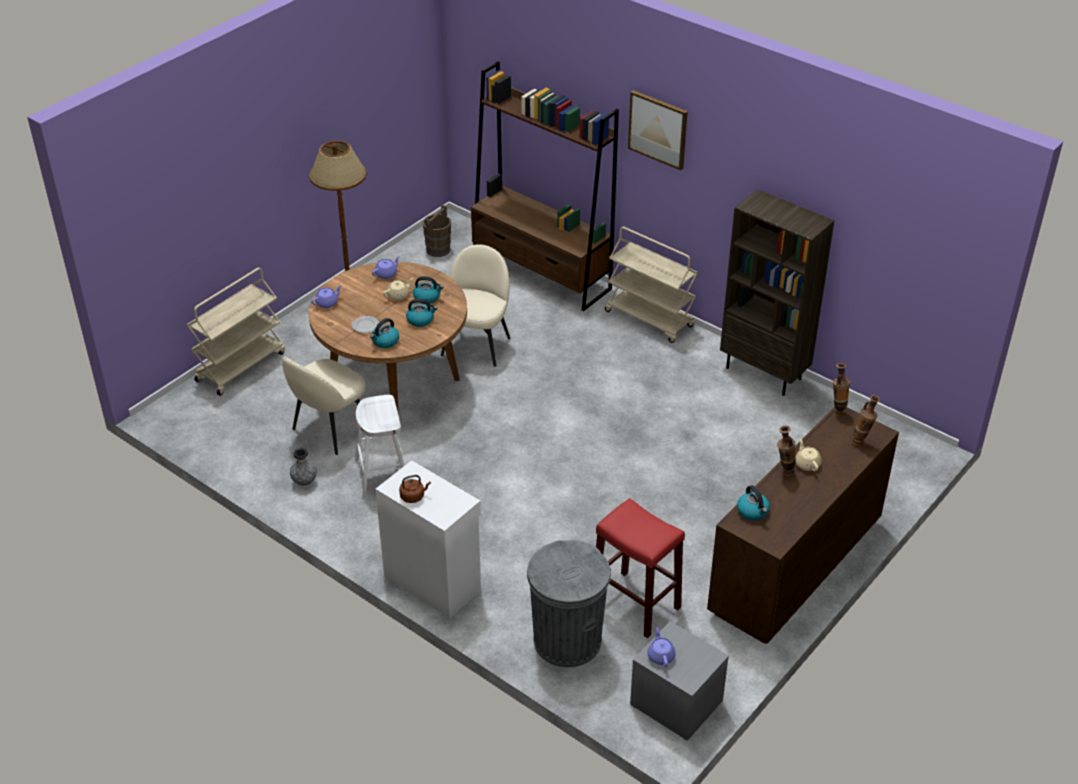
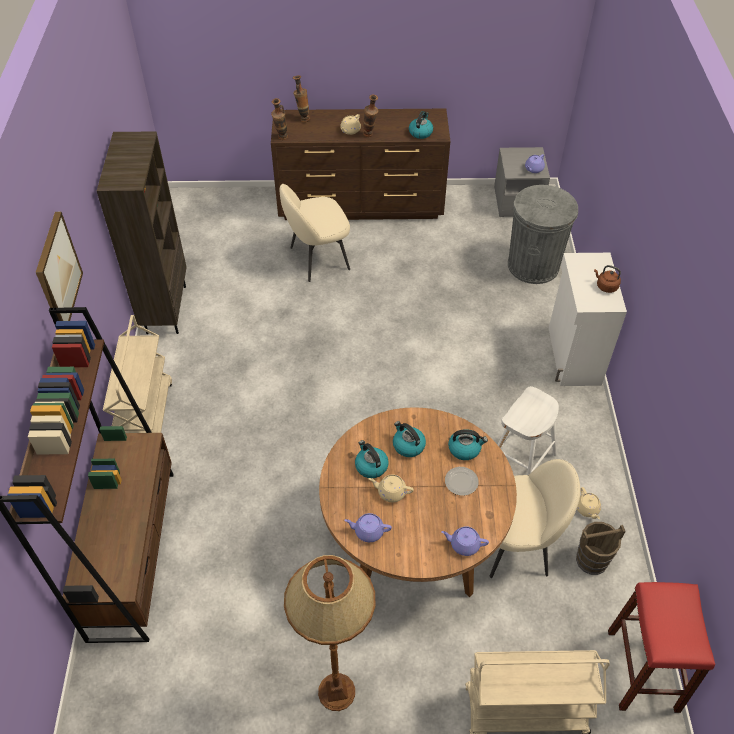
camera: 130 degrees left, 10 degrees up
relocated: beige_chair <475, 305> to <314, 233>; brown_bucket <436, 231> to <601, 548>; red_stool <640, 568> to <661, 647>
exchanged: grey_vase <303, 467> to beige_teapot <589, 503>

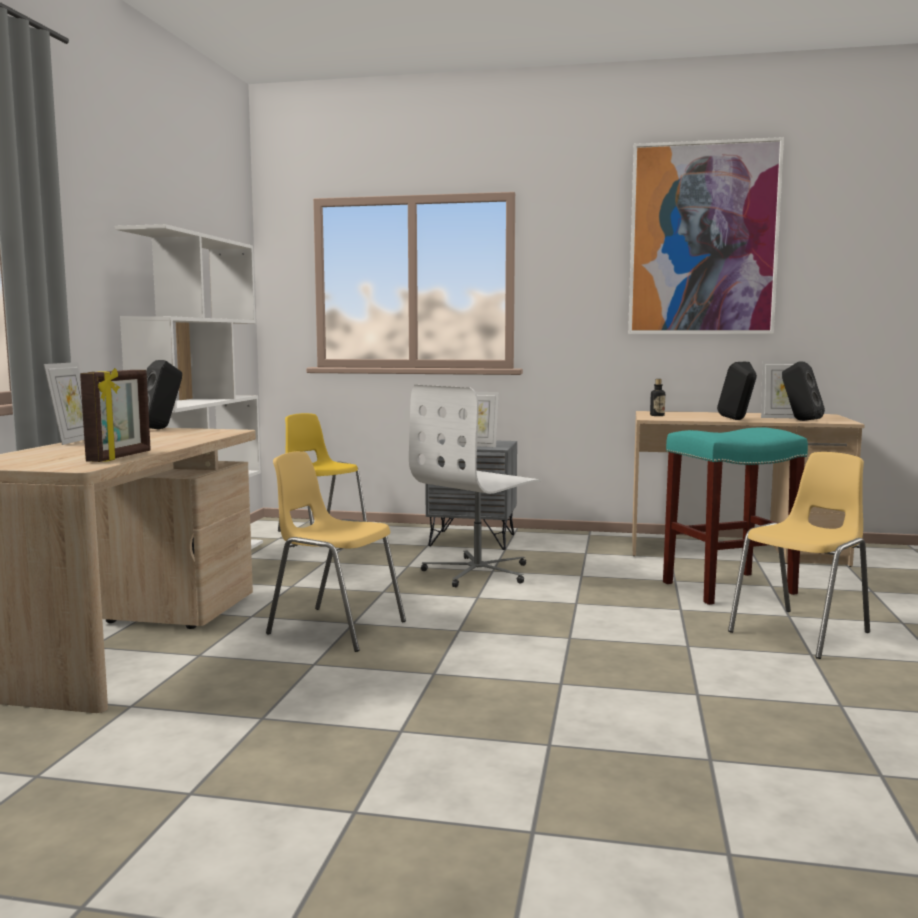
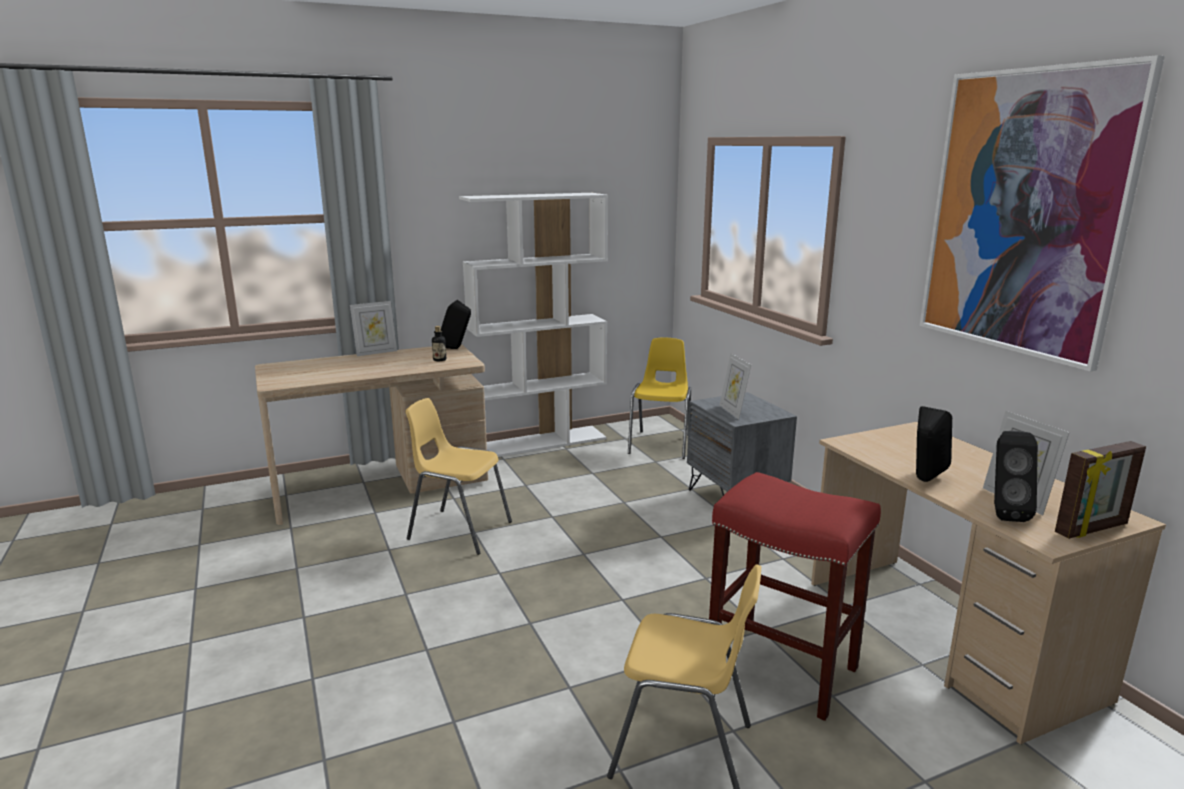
camera: 55 degrees right, 10 degrees up
missing: white_office_chair <475, 486>
relocated: bottle <657, 397> to <439, 343>; picture_frame <115, 415> to <1100, 490>
colour: turquoise_stool <735, 516> to red_stool <795, 596>
spun: yellow_chair <336, 551> = <458, 476> 60 degrees counterclockwise

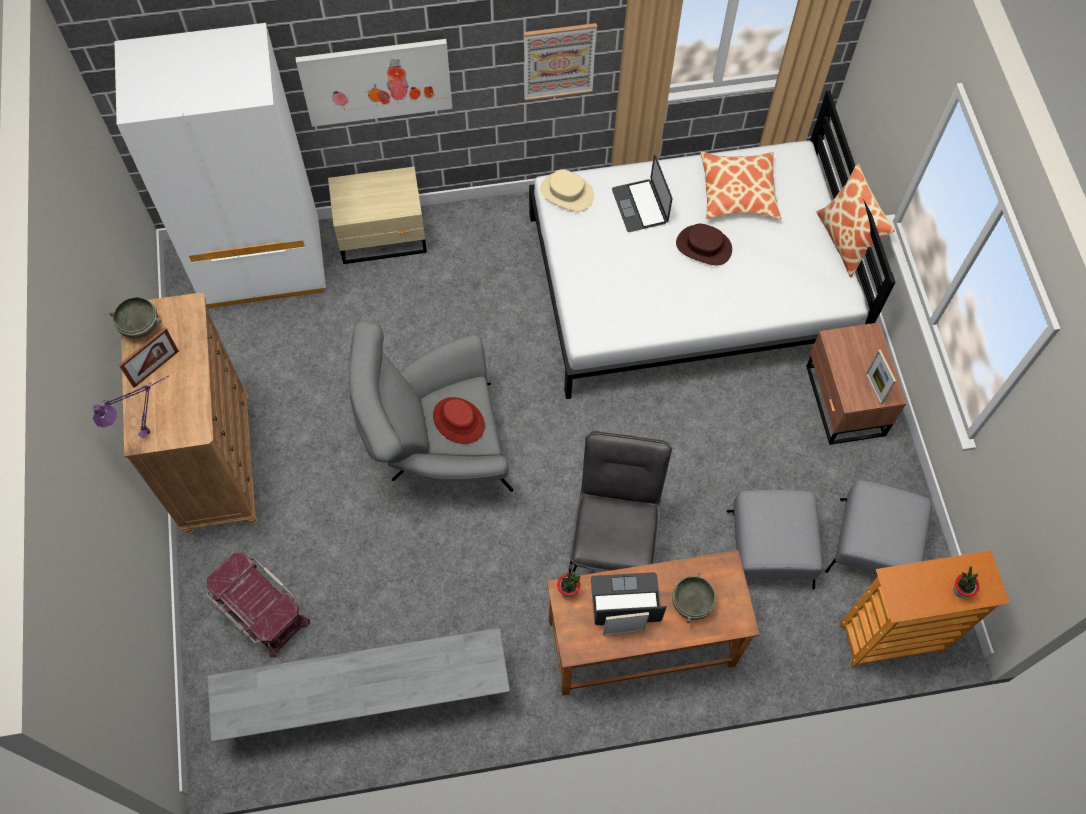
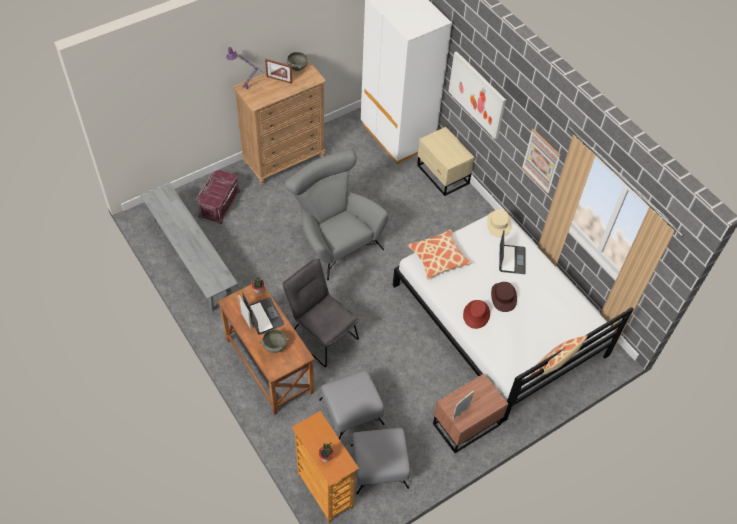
camera: 65 degrees right, 10 degrees down
relocated: pillow <741, 185> to <439, 254>; red_hat <459, 420> to <476, 314>
spun: grey_chair <620, 502> = <321, 313> 120 degrees counterclockwise; laptop <642, 193> = <512, 252> 135 degrees clockwise

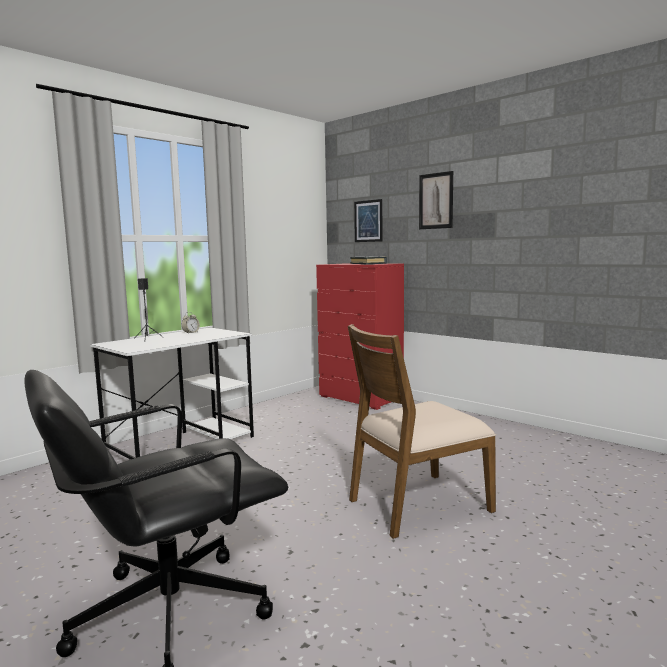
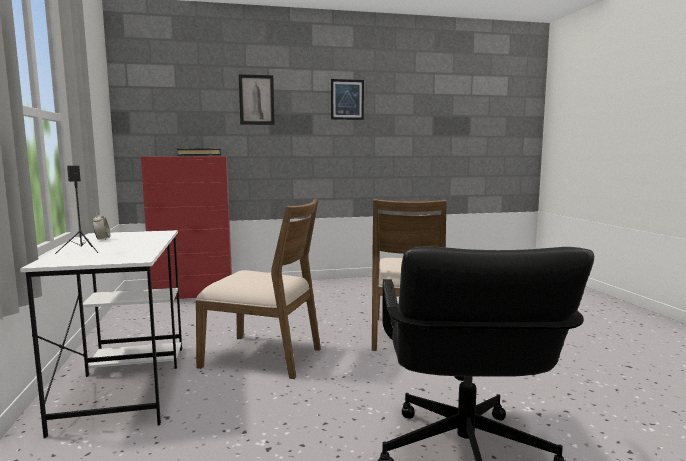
camera: 55 degrees left, 0 degrees up
appeared: brown_chair <258, 289>
relocated: picture <368, 220> to <347, 99>

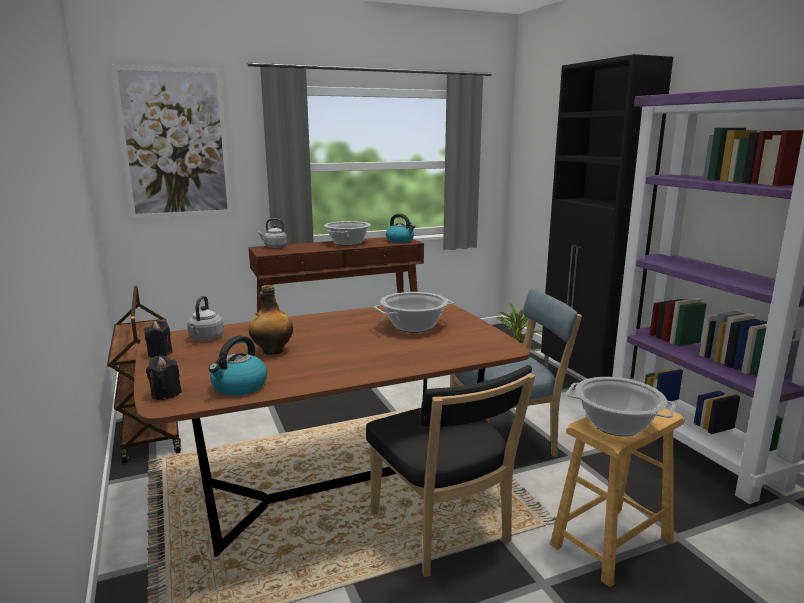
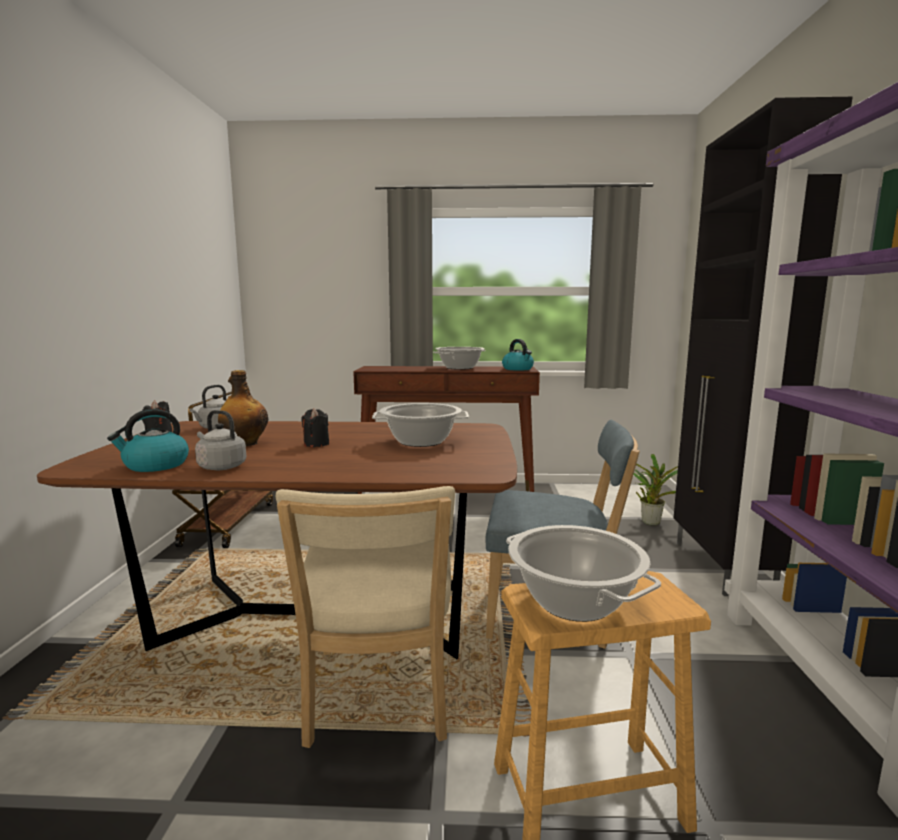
camera: 25 degrees right, 5 degrees down
missing: picture <171, 142>
relocated: grey_kettle <272, 233> to <220, 440>; black_candle <164, 378> to <315, 427>
colour: black_chair <450, 471> to beige_chair <365, 617>

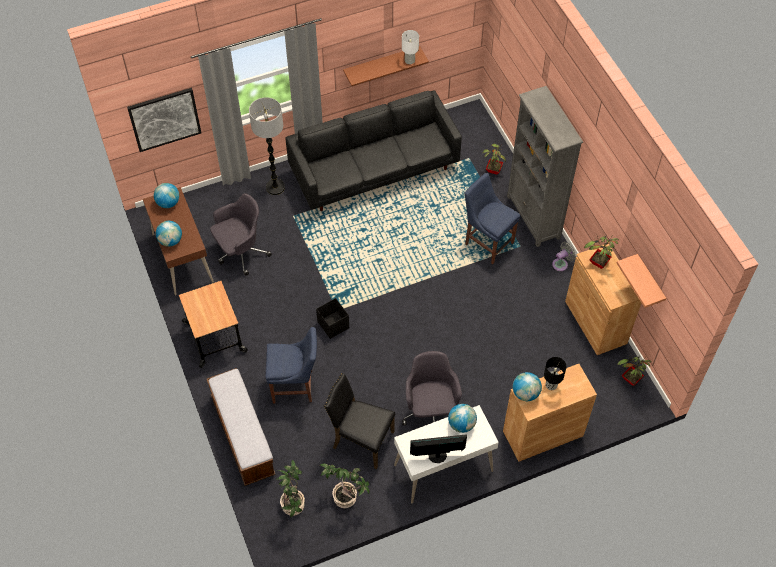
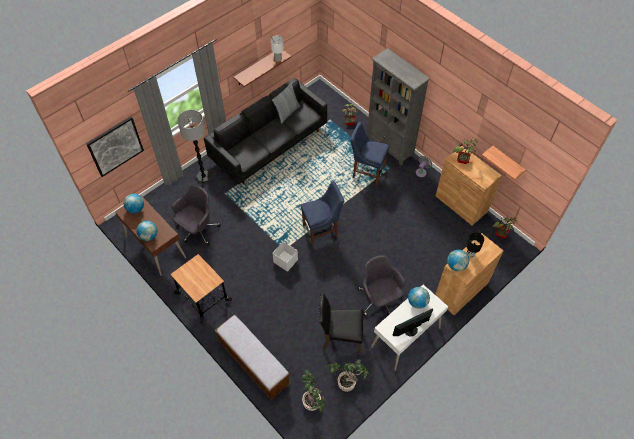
camera: 20 degrees left, 0 degrees up
appeared: pillow <286, 103>
relocated: blue_chair <291, 365> to <322, 213>
colour: black_storage_box <332, 318> to white_storage_box <285, 256>

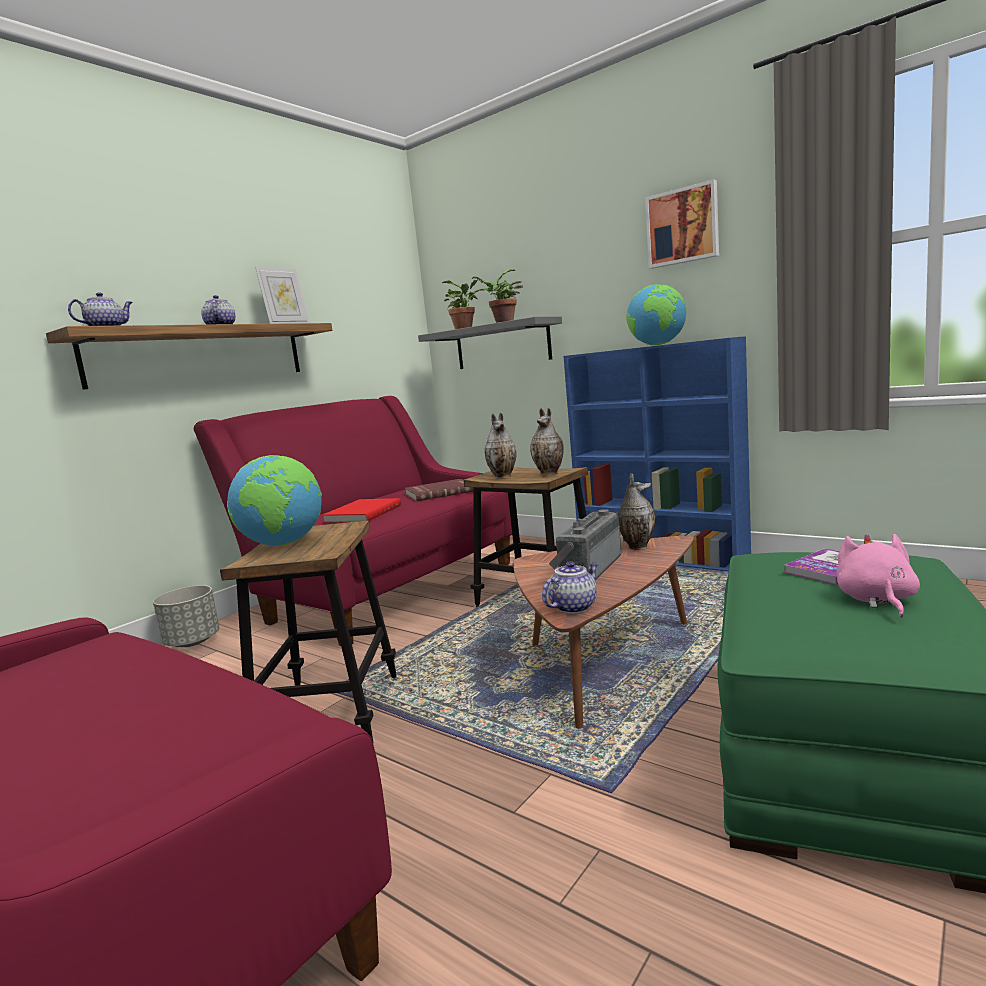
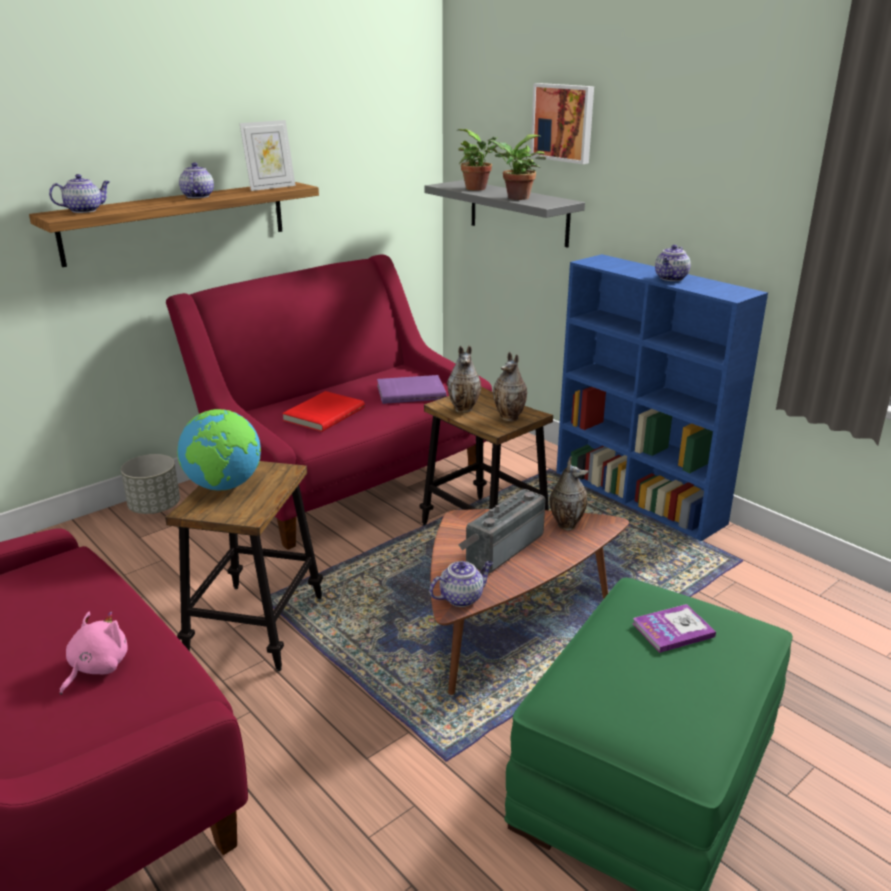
camera: 10 degrees right, 15 degrees up
relocated: pink_plush_toy <878, 575> to <94, 653>; picture <682, 224> to <562, 123>
exchanged: globe <656, 314> to teapot <673, 263>
colour: red_book <439, 490> to purple_book <412, 389>

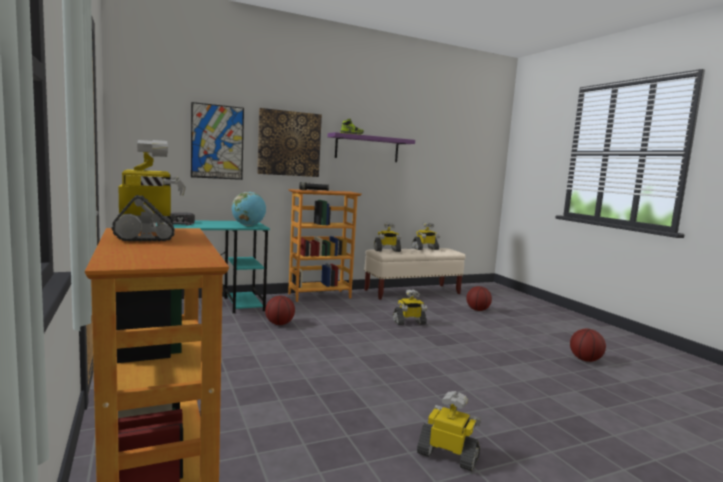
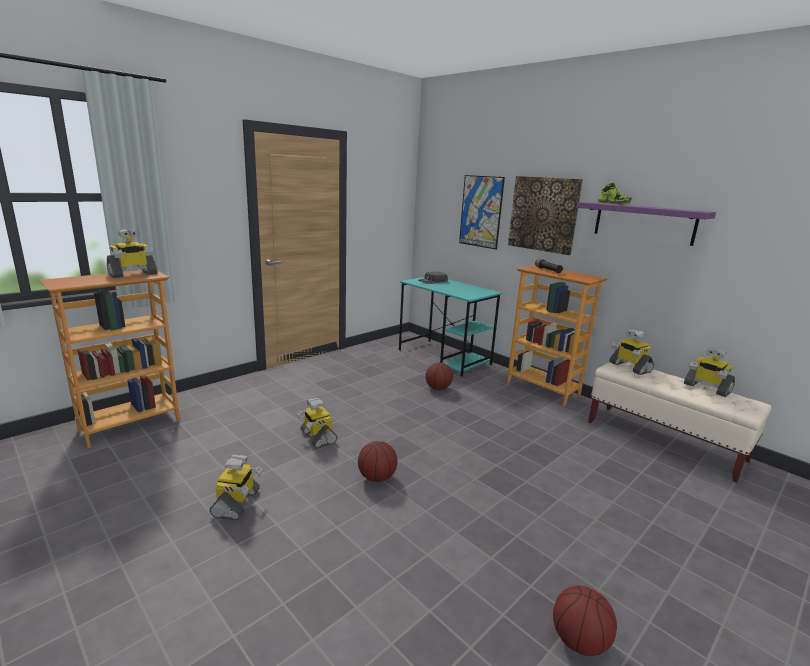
camera: 70 degrees right, 10 degrees up
missing: globe <249, 209>
relocated: toy_robot <410, 307> to <317, 423>; basketball <479, 298> to <377, 461>

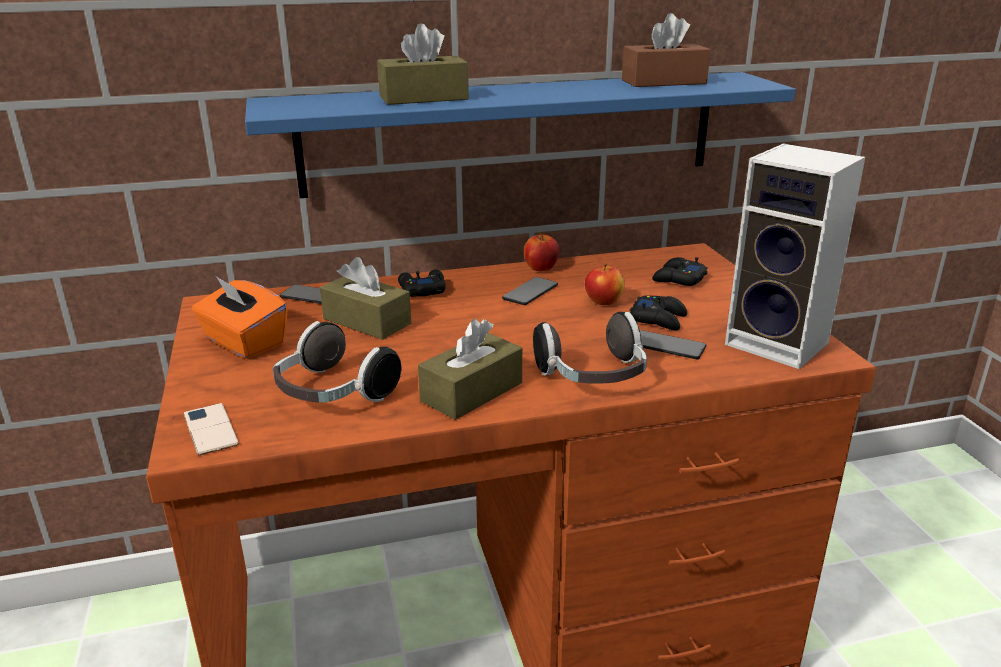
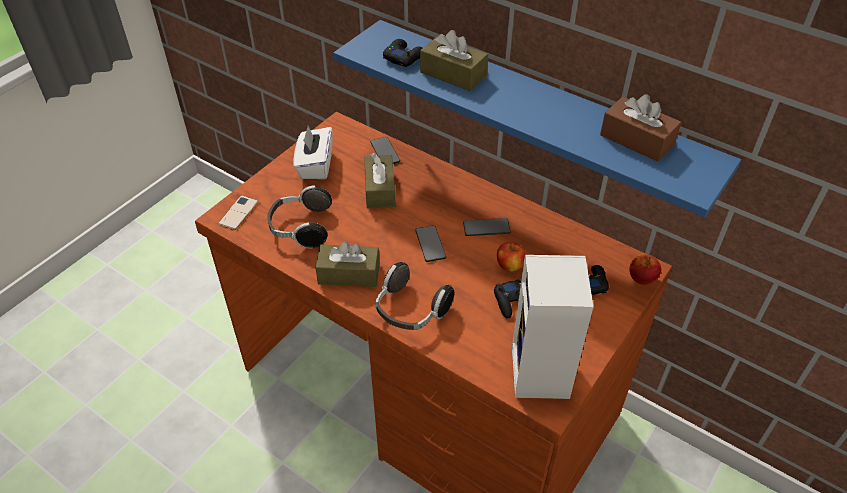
camera: 50 degrees right, 20 degrees up
relocated: black_game_controller <421, 283> to <402, 53>; phone <673, 344> to <431, 243>; apple <542, 251> to <645, 269>
colour: orange_tissue_box <240, 317> to white_tissue_box <313, 152>

